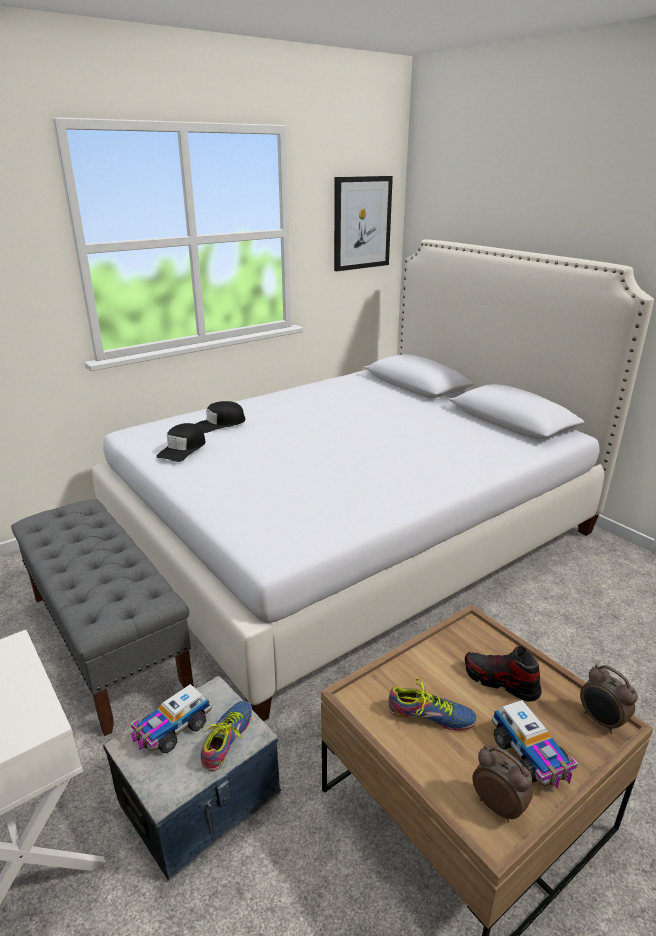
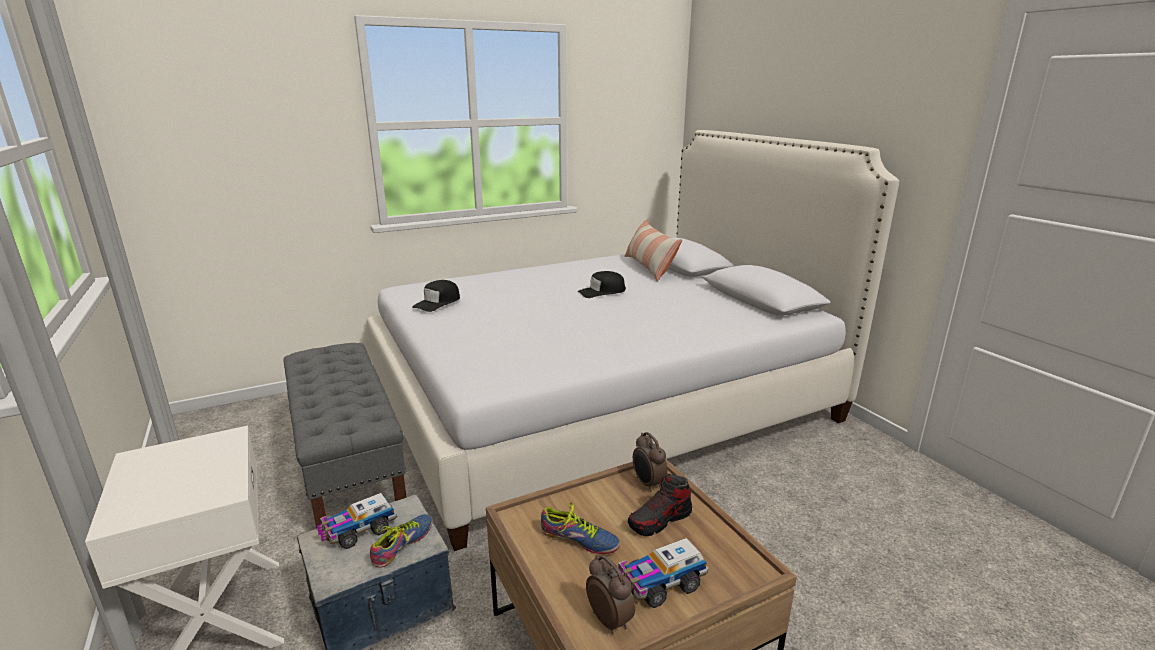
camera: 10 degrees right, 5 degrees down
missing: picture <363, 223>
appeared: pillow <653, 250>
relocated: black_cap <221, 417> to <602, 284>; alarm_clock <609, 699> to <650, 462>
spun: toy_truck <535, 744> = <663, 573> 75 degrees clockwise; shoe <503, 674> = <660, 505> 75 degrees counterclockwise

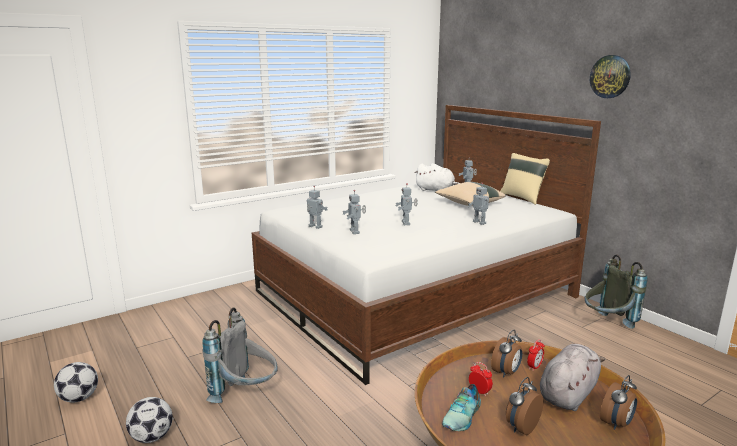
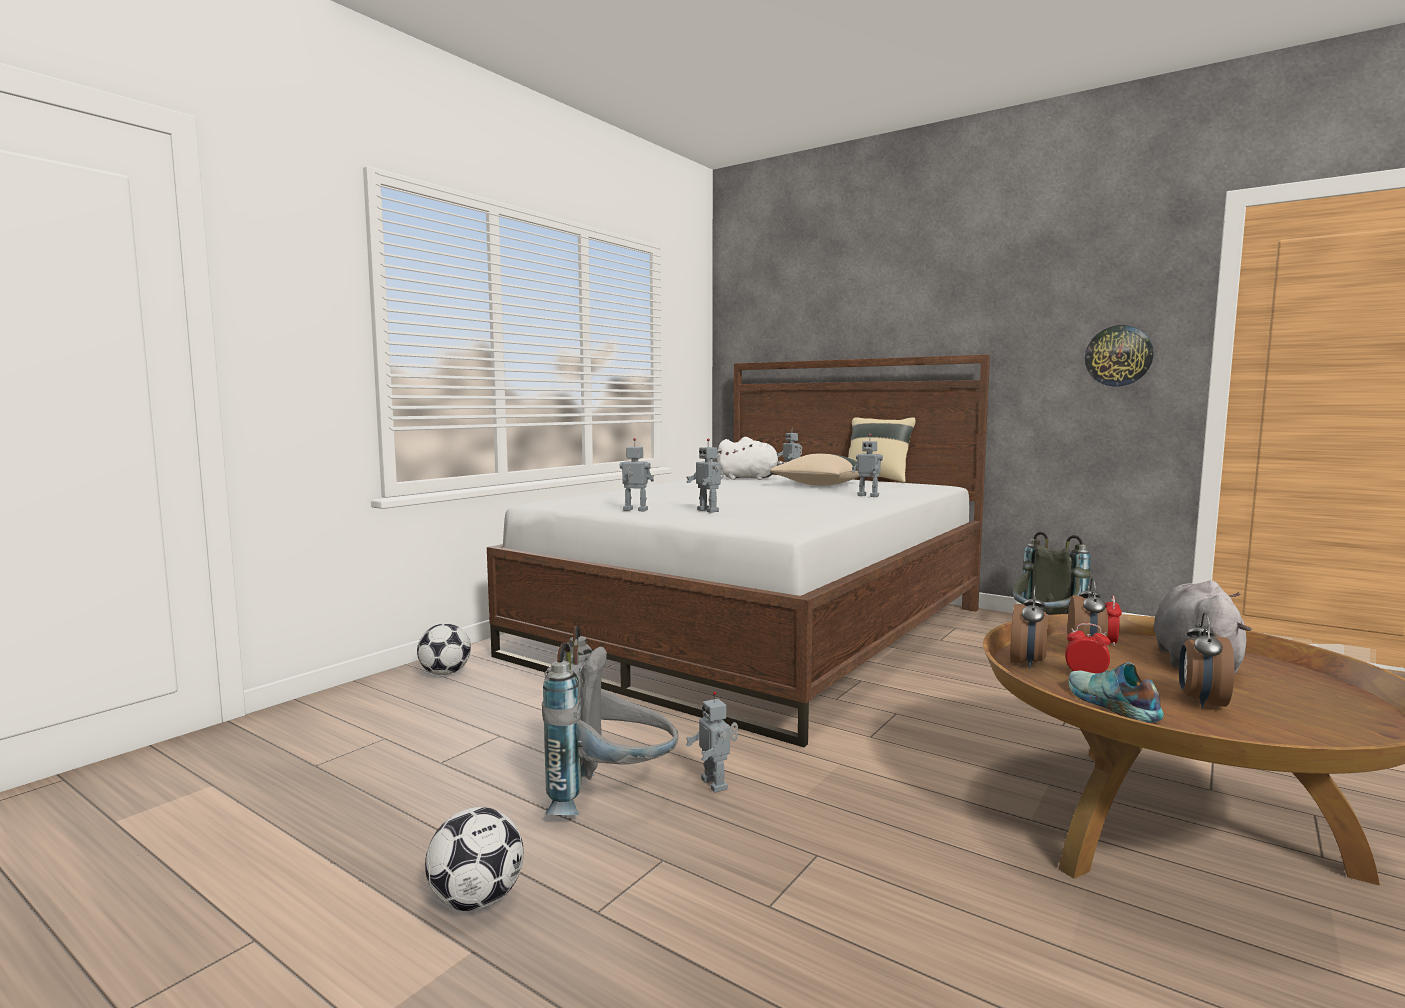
camera: 20 degrees left, 10 degrees down
relocated: football <76, 382> to <444, 649>; toy_robot <407, 204> to <712, 742>; alarm_clock <618, 402> to <1029, 627>; wall_clock <610, 76> to <1119, 356>
spun: shoe <461, 407> = <1116, 692> 150 degrees clockwise

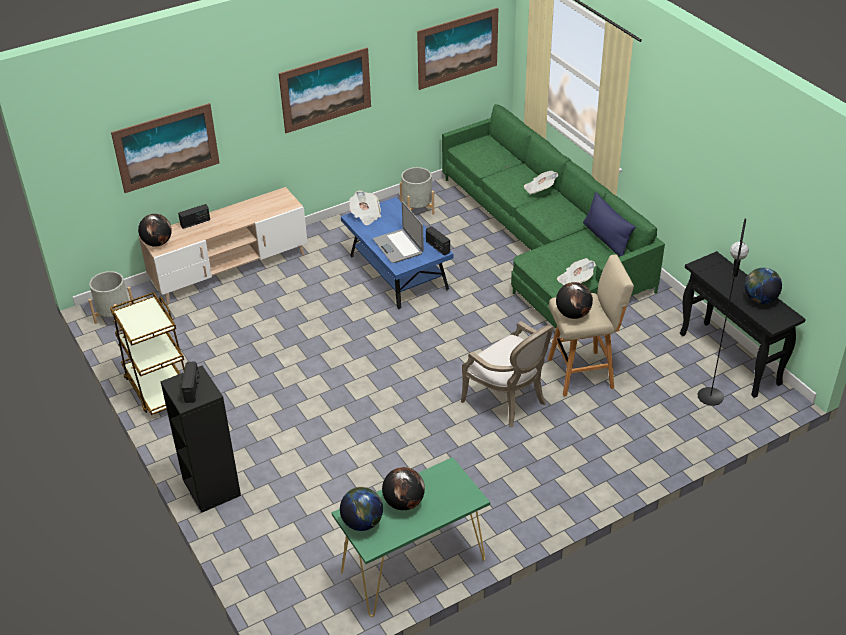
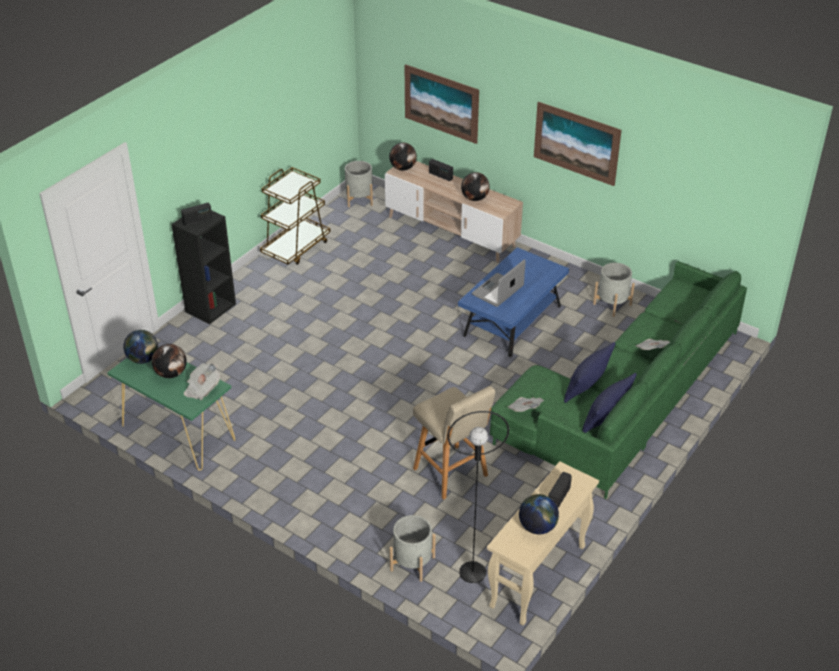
camera: 65 degrees right, 0 degrees up
missing: picture <457, 49>; armchair <507, 374>
appeared: grey_planter <412, 548>; blue_pillow <589, 372>
relocated: newspaper <365, 207> to <202, 381>; globe <574, 300> to <475, 186>; radio <438, 240> to <560, 490>
colour: black_console_table <743, 324> to beige_console_table <543, 543>

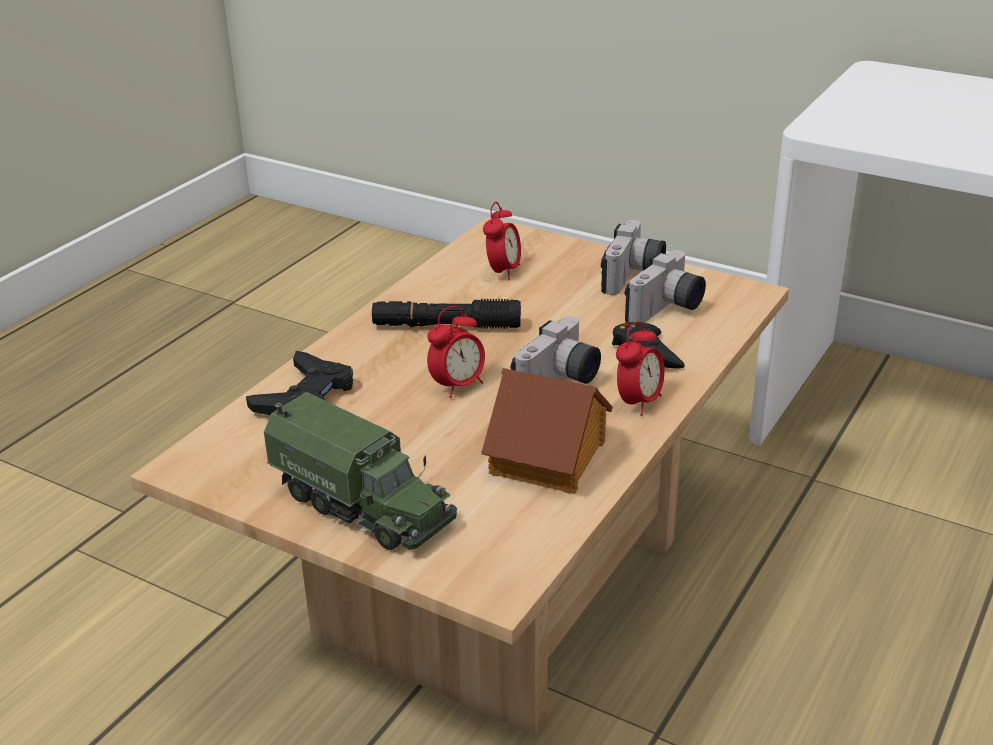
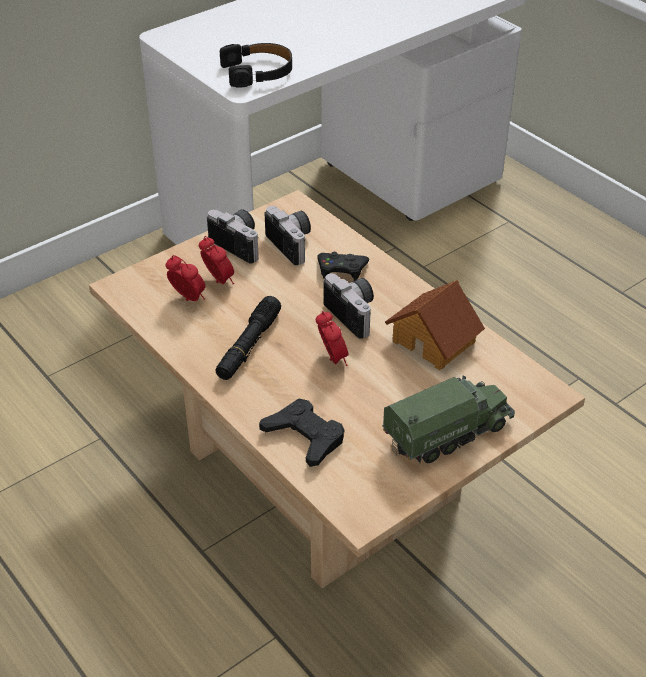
camera: 70 degrees left, 10 degrees up
appeared: black_headphones <256, 65>
relocated: alarm_clock <640, 368> to <216, 260>

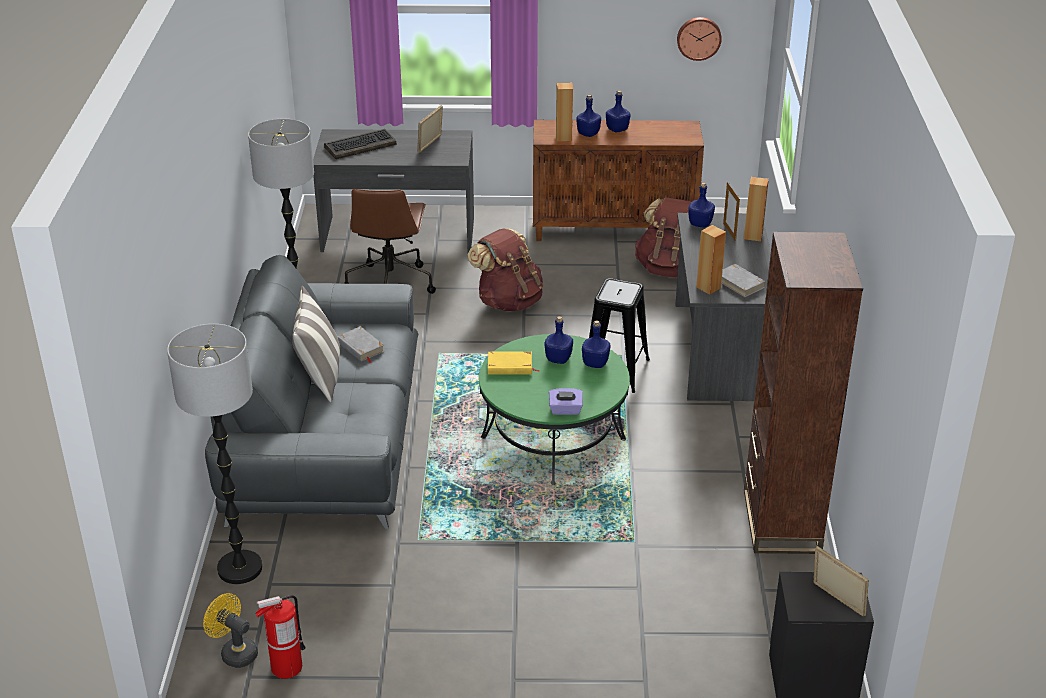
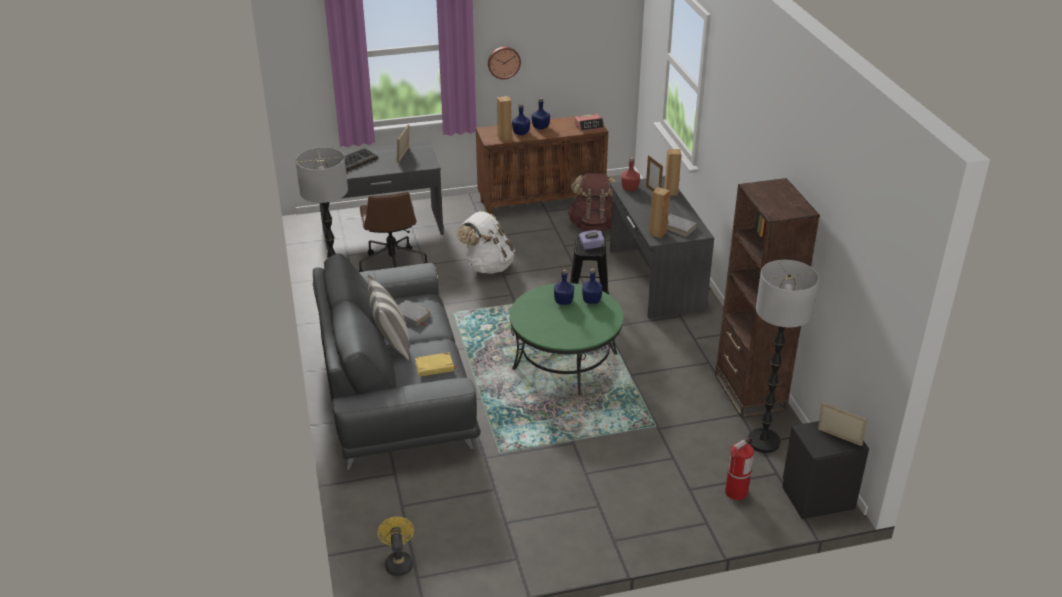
camera: 15 degrees left, 0 degrees up
appeared: alarm_clock <589, 123>
relocated: yellow_book <514, 363> to <437, 364>; wall_clock <699, 39> to <504, 63>; purple_tissue_box <566, 401> to <591, 239>; fire_extinguisher <281, 637> to <739, 469>; floor_lamp <214, 454> to <783, 356>
colour: brown_backpack <505, 269> to white_backpack <486, 242>; blue_bottle <701, 204> to red_bottle <630, 174>
spun: yellow_fan <230, 630> = <395, 546> 60 degrees clockwise

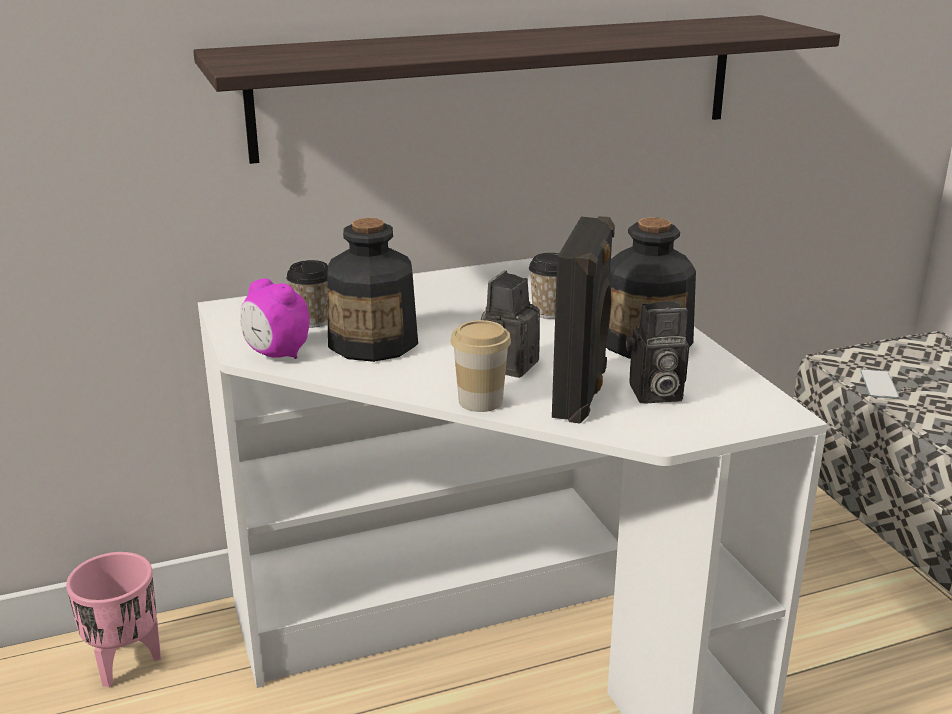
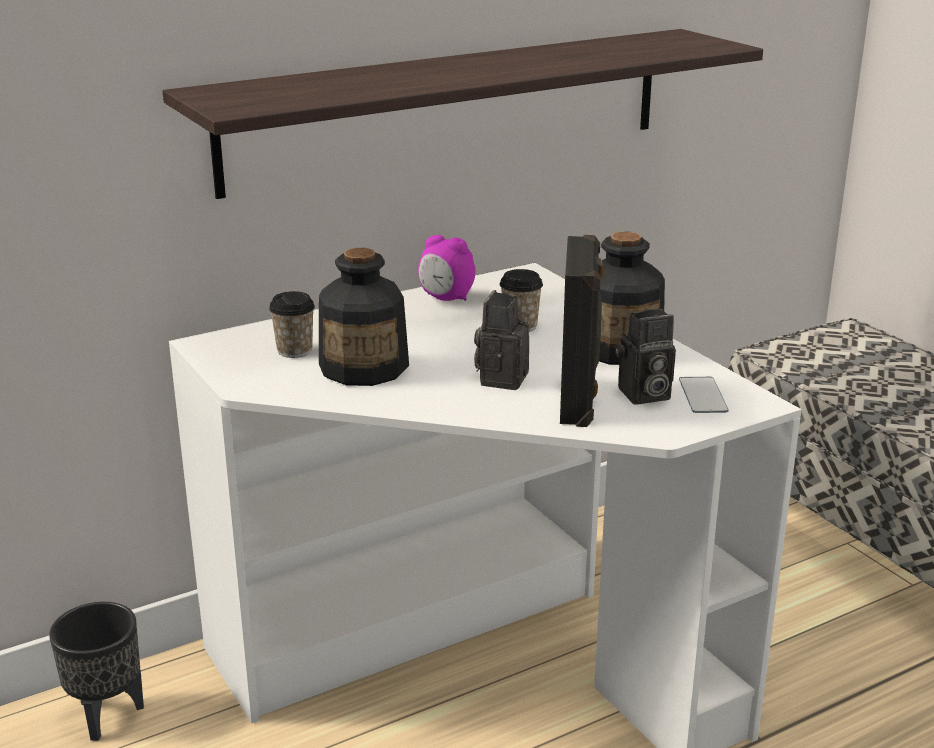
camera: 10 degrees left, 0 degrees up
missing: cup <481, 366>
relocated: alarm_clock <274, 318> to <447, 268>; phone <879, 384> to <704, 395>
colour: pink_planter <113, 619> to black_planter <96, 671>

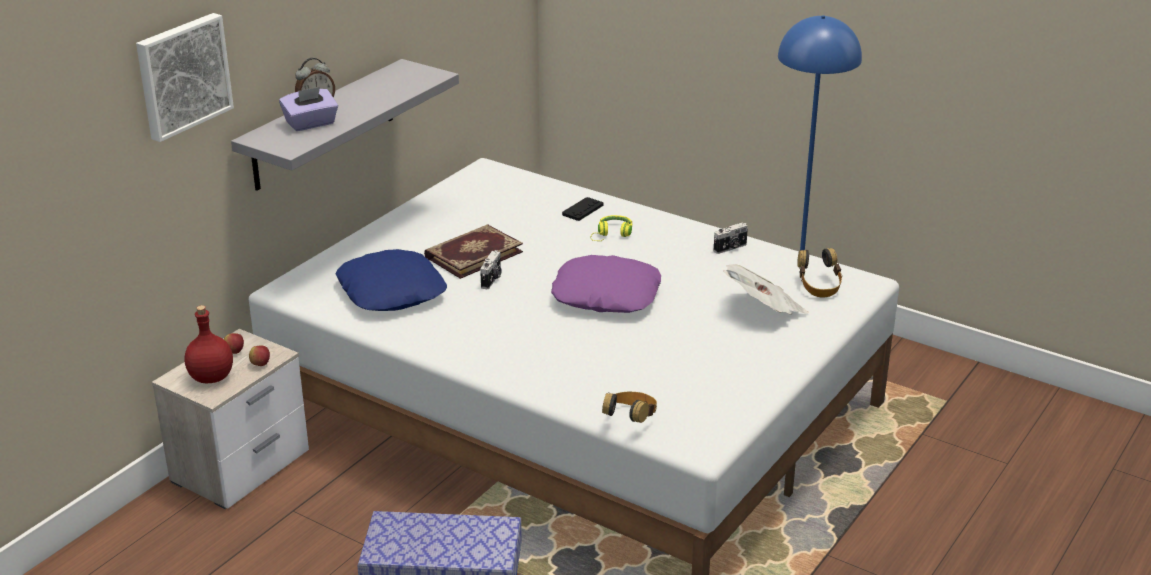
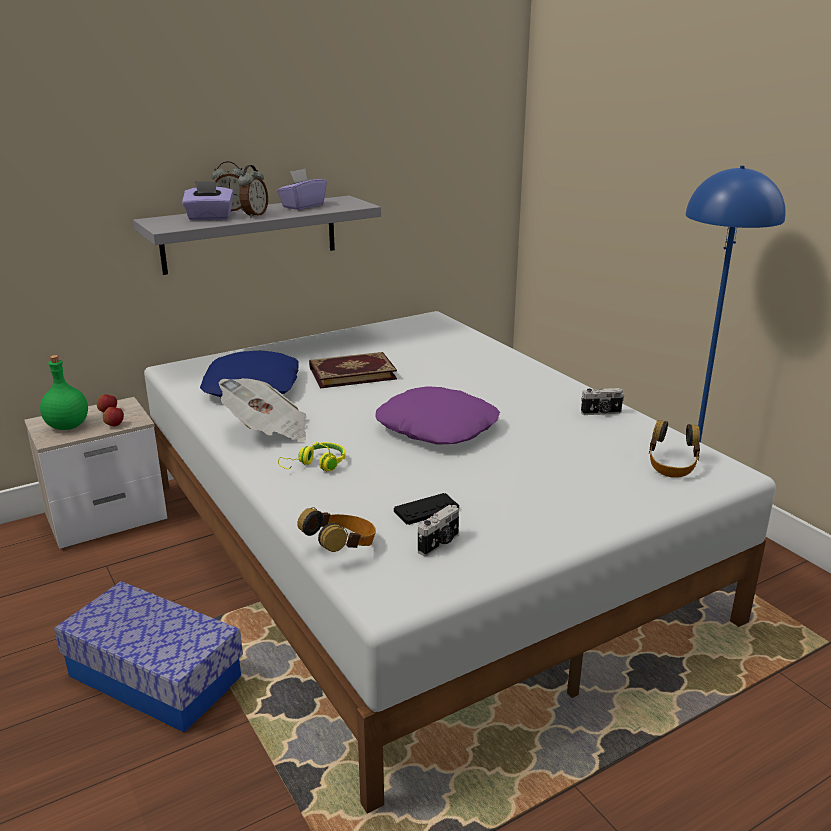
camera: 25 degrees right, 5 degrees down
missing: picture <185, 77>
appeared: alarm_clock <253, 191>; purple_tissue_box <302, 189>
relocated: newspaper <766, 289> to <262, 409>; yellow_headphones <611, 228> to <311, 456>; black_game_controller <582, 209> to <426, 509>; photo_camera <491, 269> to <438, 530>
colour: red_bottle <208, 344> to green_bottle <64, 392>

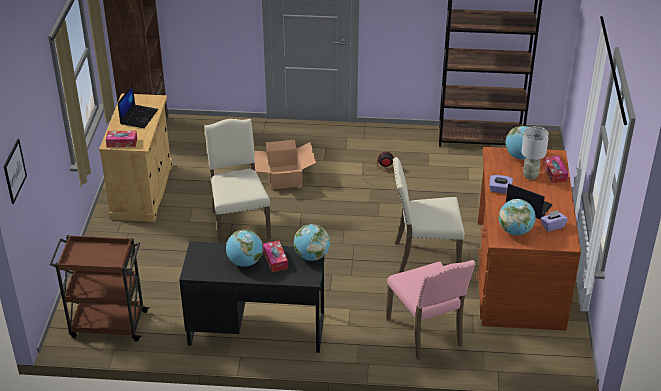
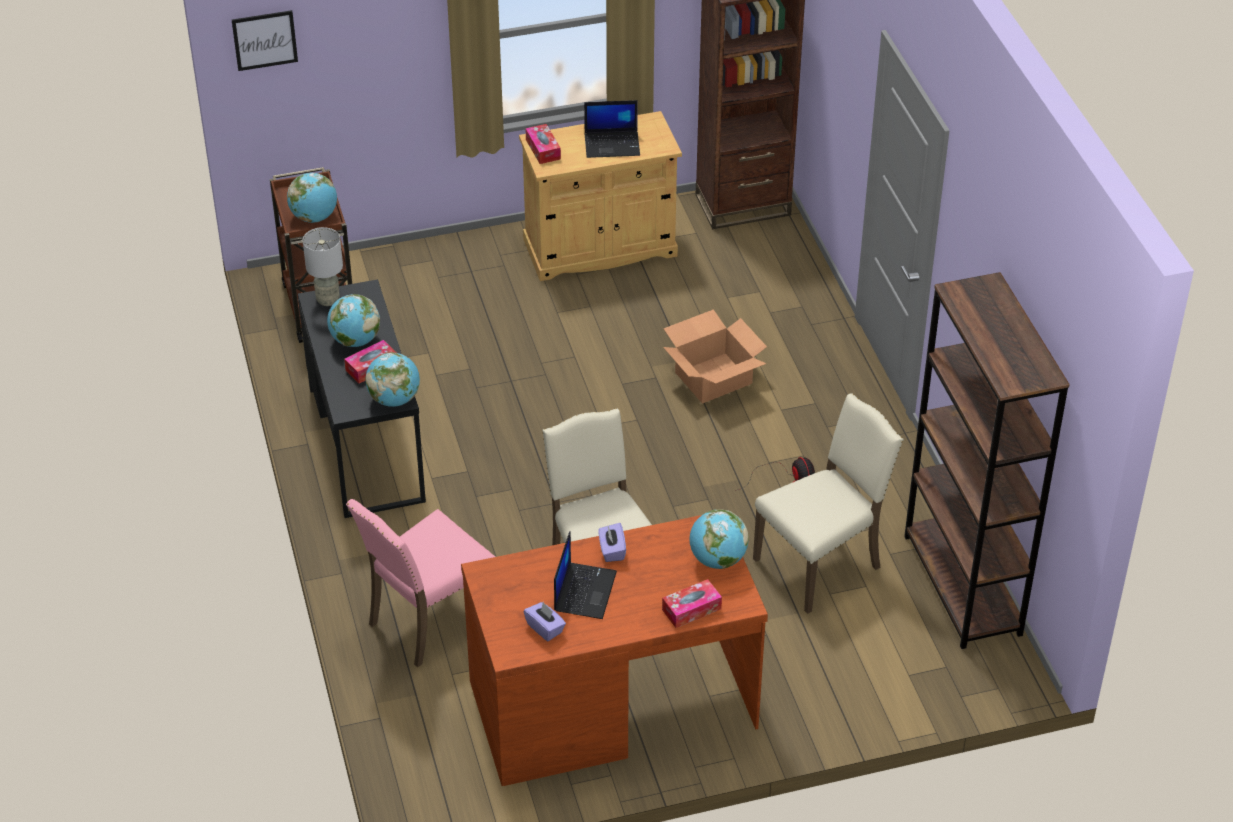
camera: 70 degrees right, 5 degrees up
relocated: globe <517, 217> to <312, 198>; grey_table_lamp <535, 153> to <323, 266>; beige_chair <237, 181> to <828, 504>

